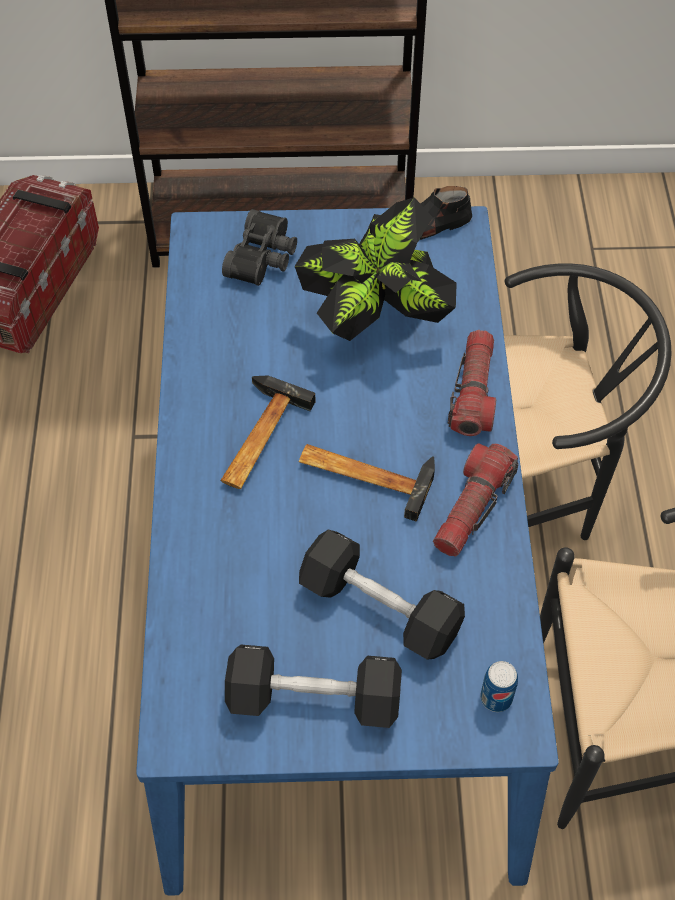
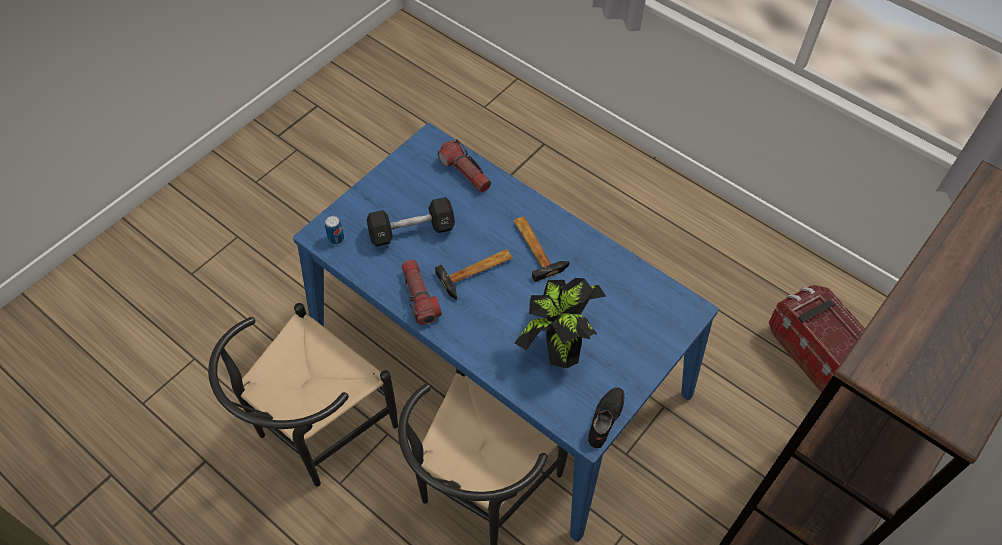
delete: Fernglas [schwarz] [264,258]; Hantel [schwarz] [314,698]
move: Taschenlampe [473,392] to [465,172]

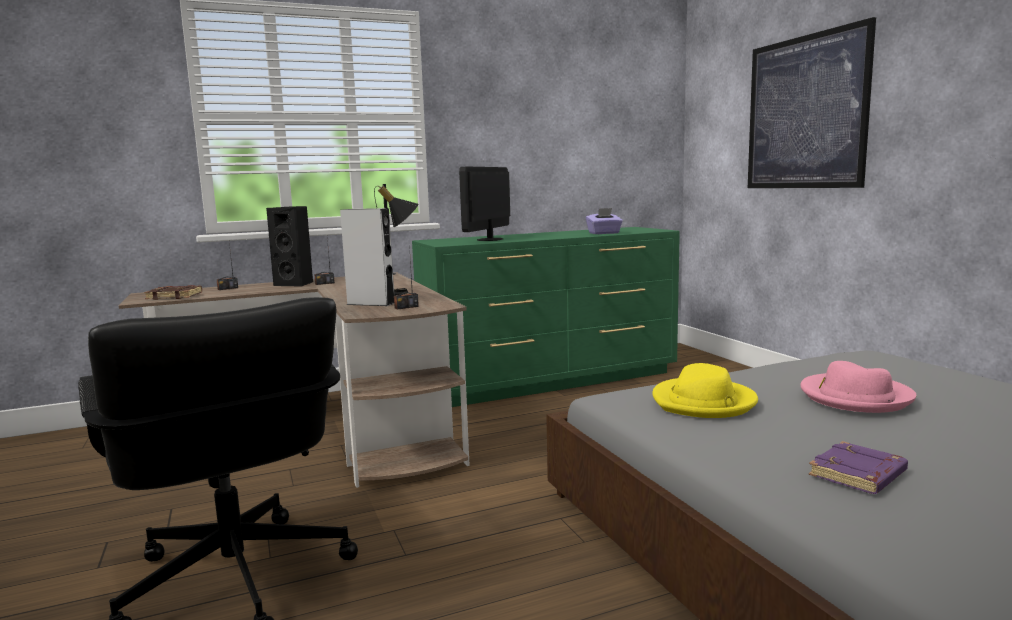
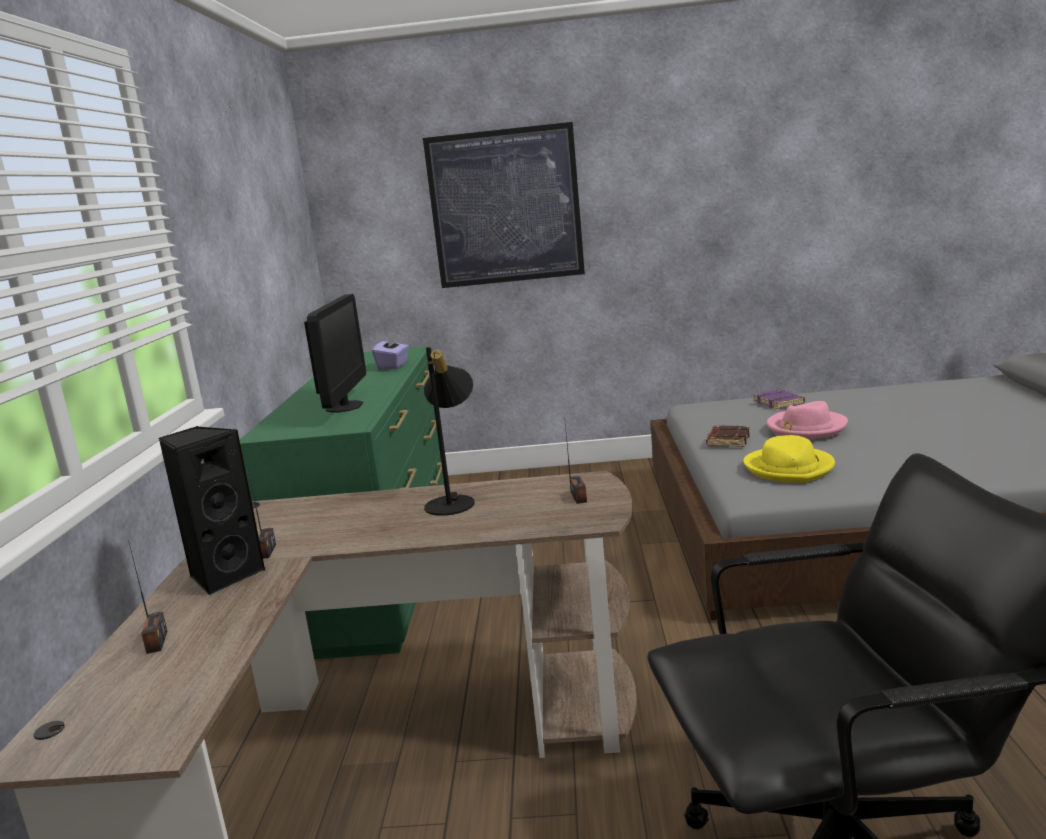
delete: Lautsprecher [grau] [371,303]
move: Buch [braun] [175,296] to [727,440]; Buch [lila] [858,475] to [779,403]
rotate: Monitor [490,239] = [344,406] 135 degrees counterclockwise

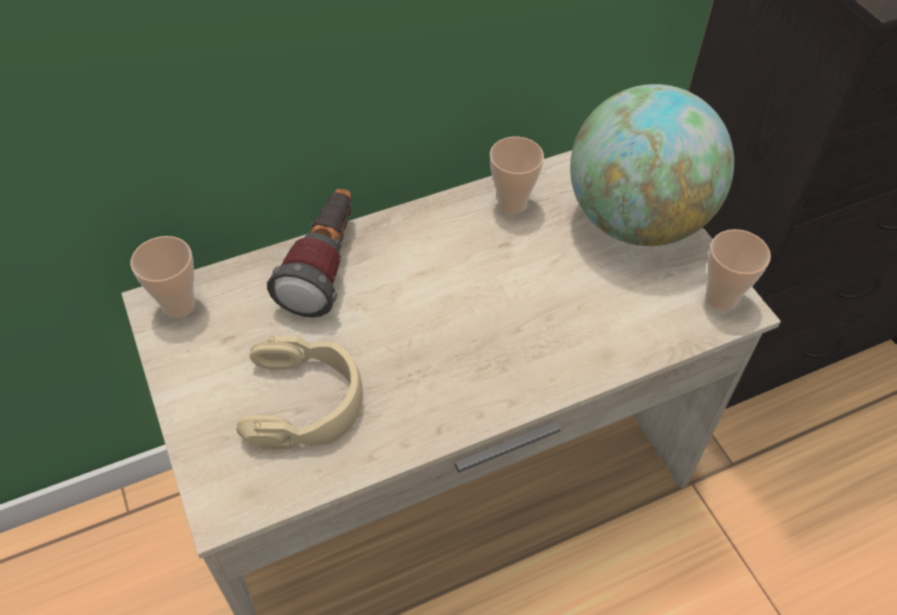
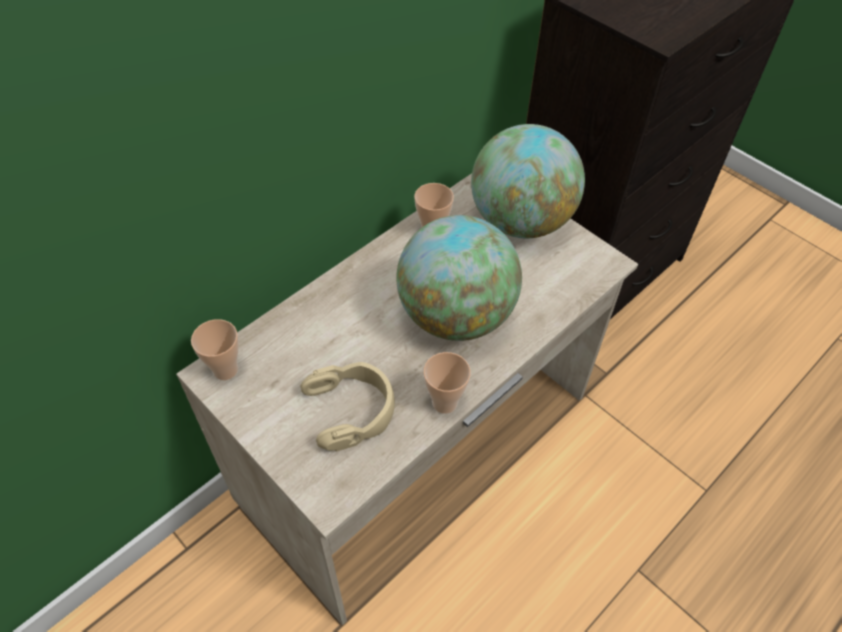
delete: Taschenlampe [325,266]
insert: Globus [455,315]
move: Tasse [721,297] to [444,402]

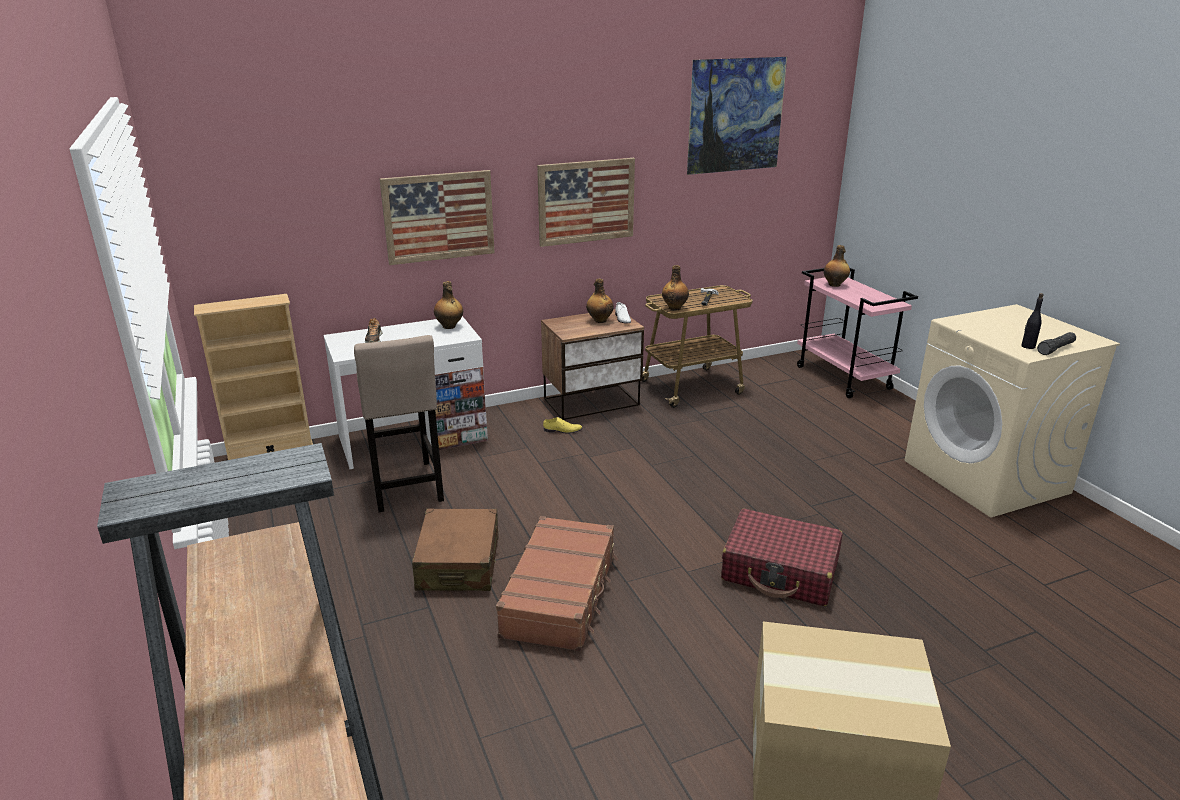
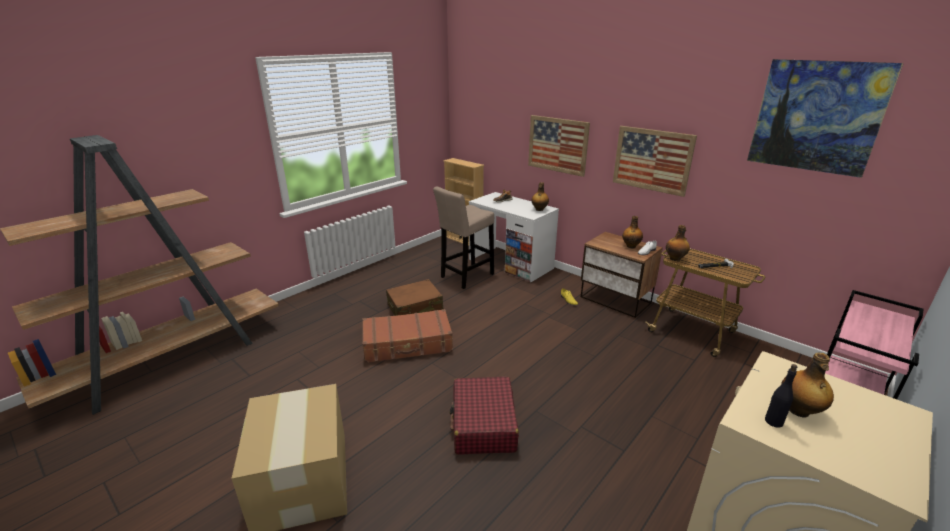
delete: Taschenlampe [schwarz] [1056,349]
move: Flasche [835,285] to [798,411]

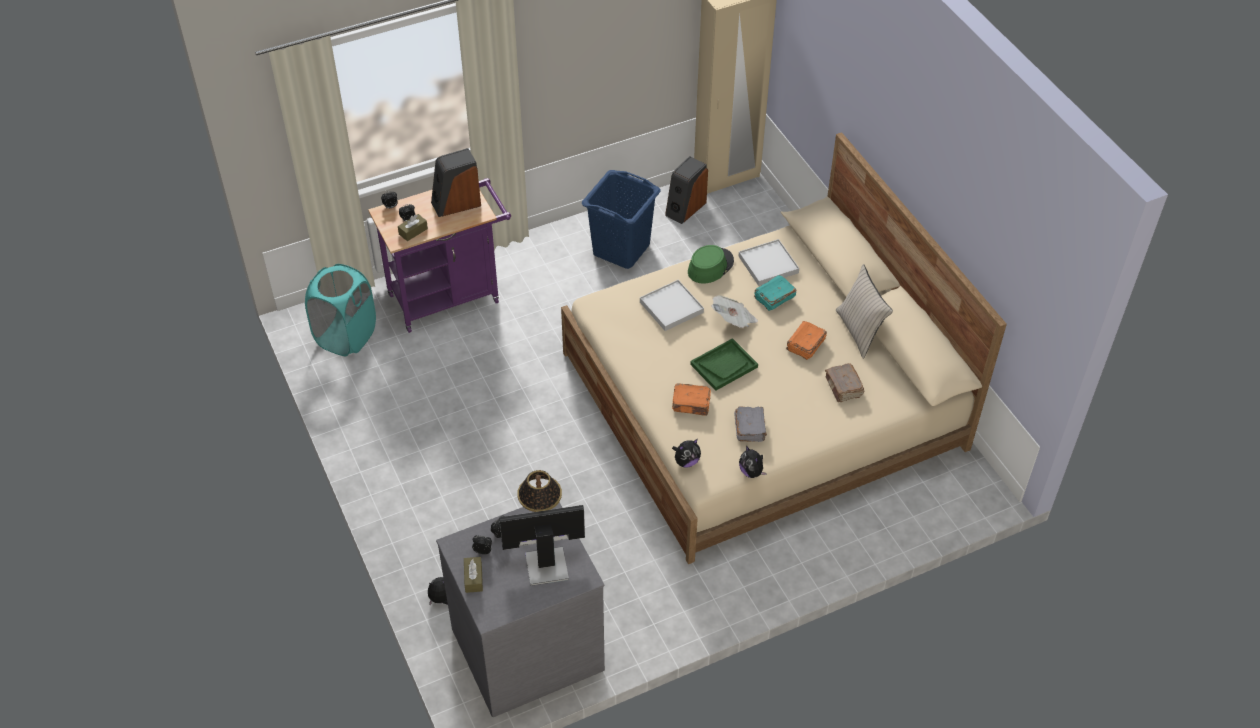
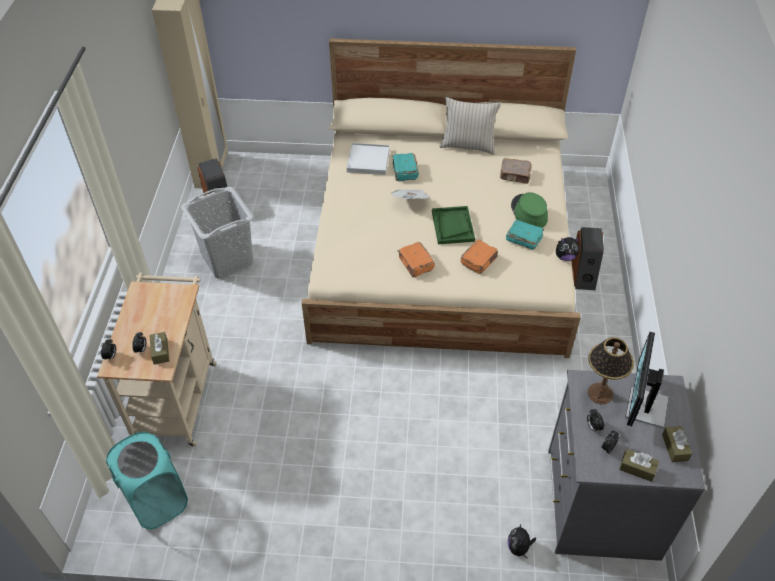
delete: Tablett [weiß] [671,307]; Plüschtier [686,461]
insert: Taschentuchbox [braun] [675,447]
move: Lautsprecher [456,203] to [584,275]; Hut [grün] [710,266] to [528,212]; Buch [orange] [805,345] to [416,264]
recolor: Rollwagen [lila] [450,295] to Rollwagen [beige] [177,395]; Wäschekorb [blau] [621,249] to Wäschekorb [grau] [228,259]; Buch [grau] [750,428] to Buch [türkis] [523,239]

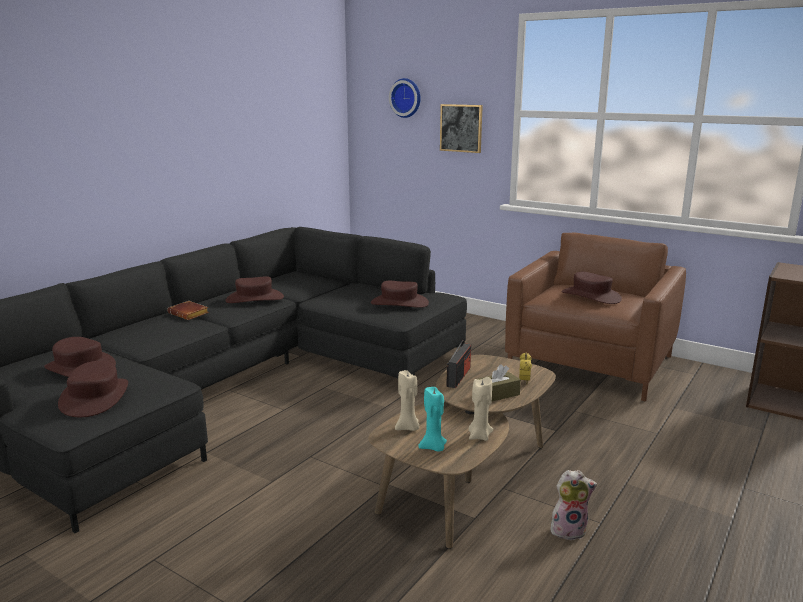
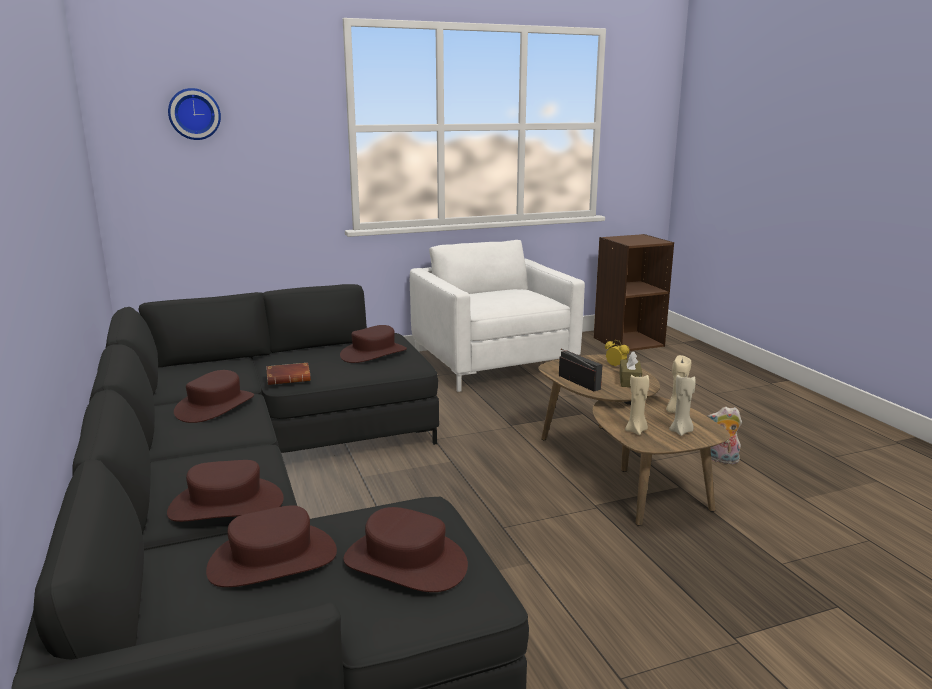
delete: Bild [461,128]
move: Buch [braun] [190,314] to [290,378]; Hut [braun] [591,296] to [226,504]
recolor: Kerze [türkis] [433,447] to Kerze [beige] [681,431]; Sessel [braun] [591,363] to Sessel [weiß] [493,363]
rotate: Plüschtier [569,530] = [722,460] 105 degrees counterclockwise

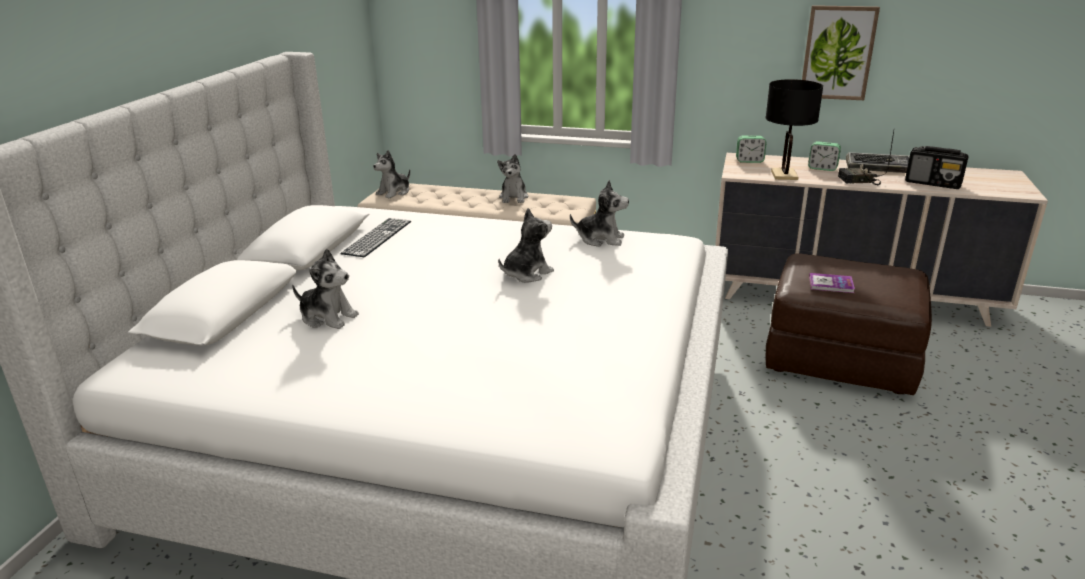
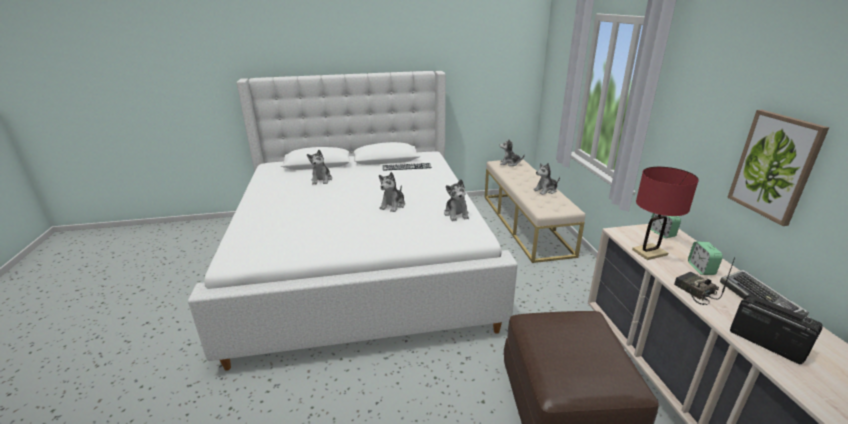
delete: Buch [831,284]
recolor: Tischlampe [schwarz] [784,175] to Tischlampe [rot] [649,252]
rotate: Plüschtier [526,273] = [393,205] 90 degrees clockwise; Radio [933,183] = [766,342] 135 degrees clockwise

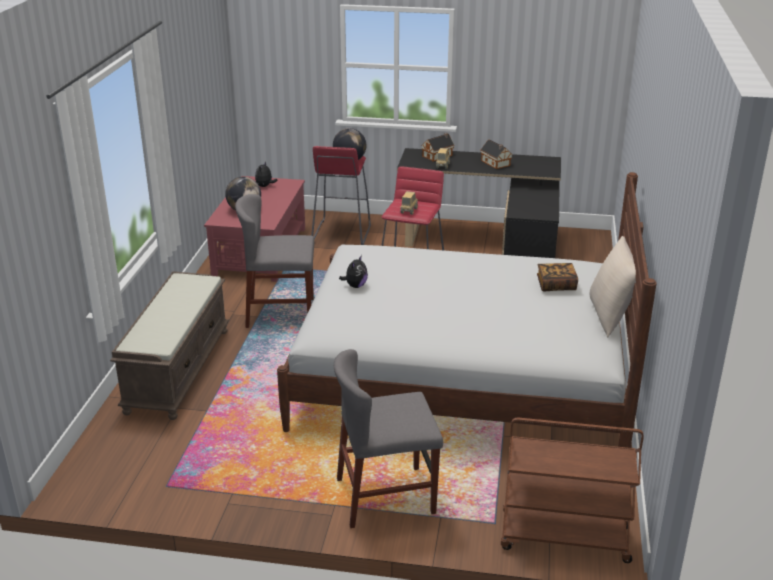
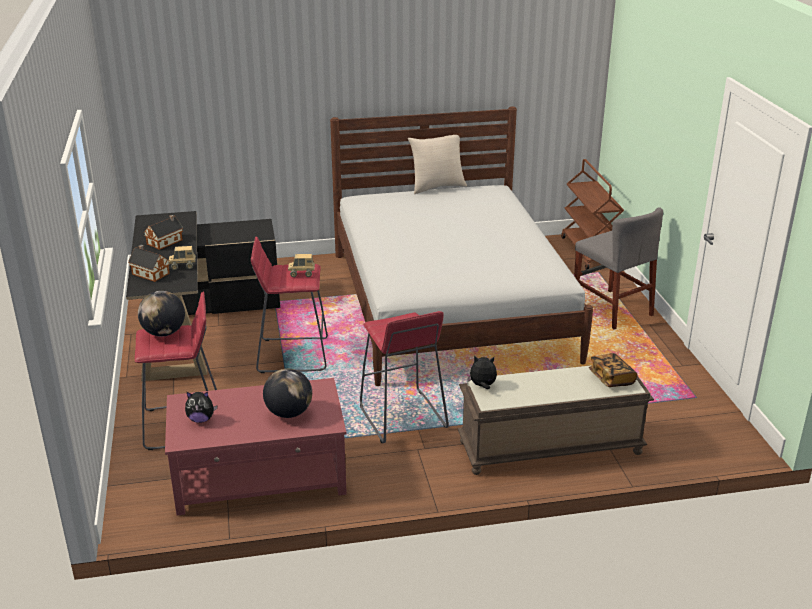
move: Plüschtier [355,286] to [482,386]; Buch [556,285] to [611,378]
replace: Stuhl [grau] [280,313] to Hocker [rot] [402,417]

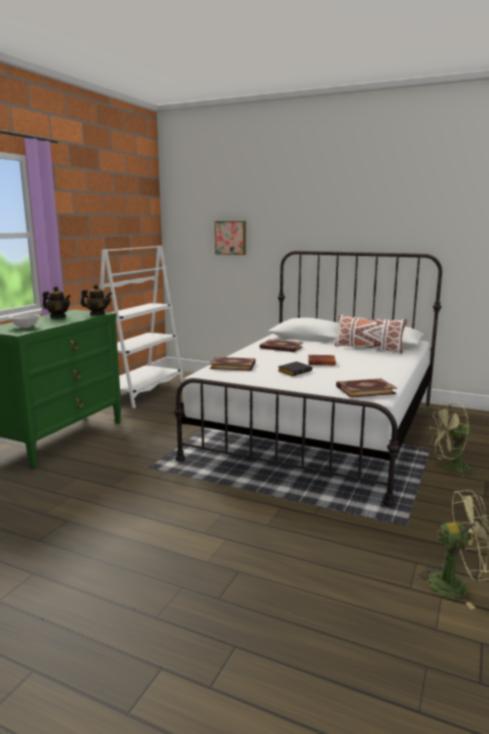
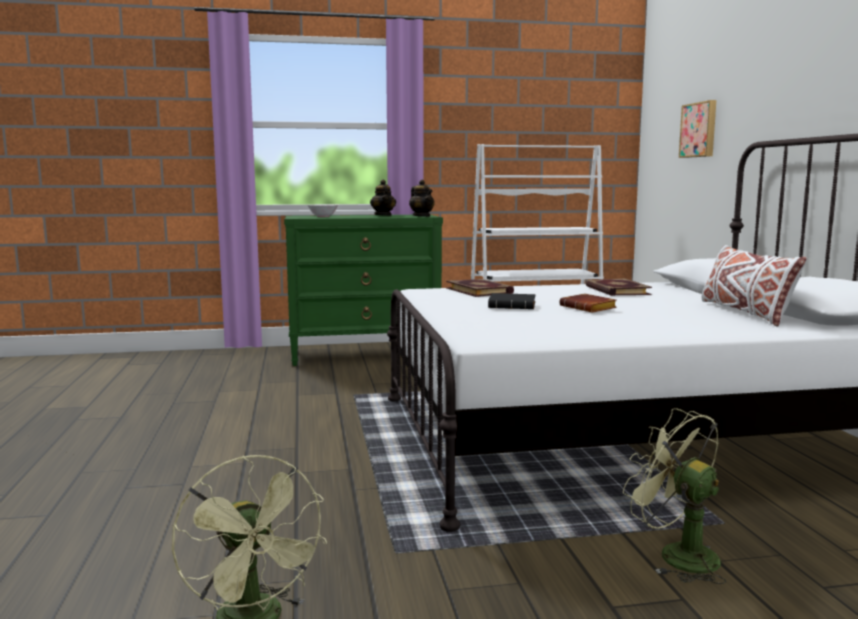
delete: Buch [365,390]

